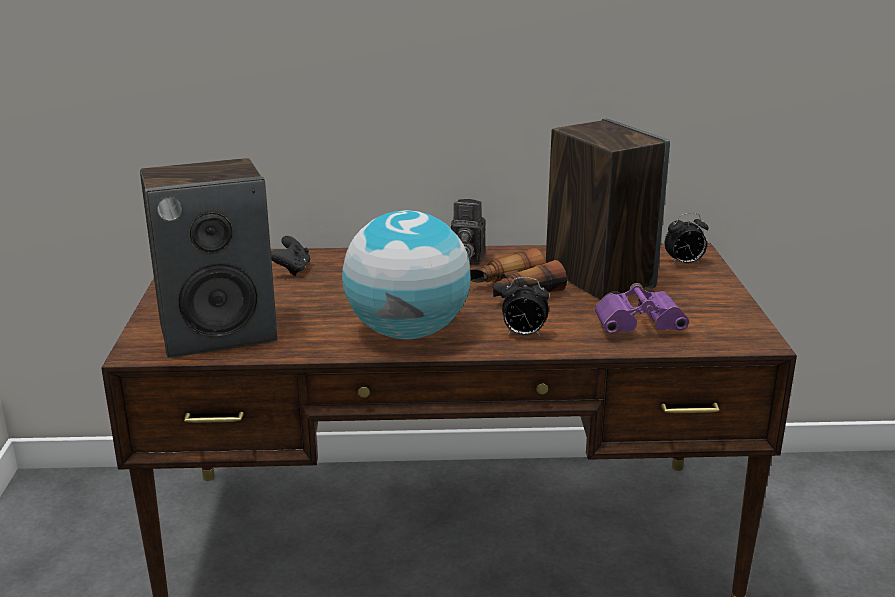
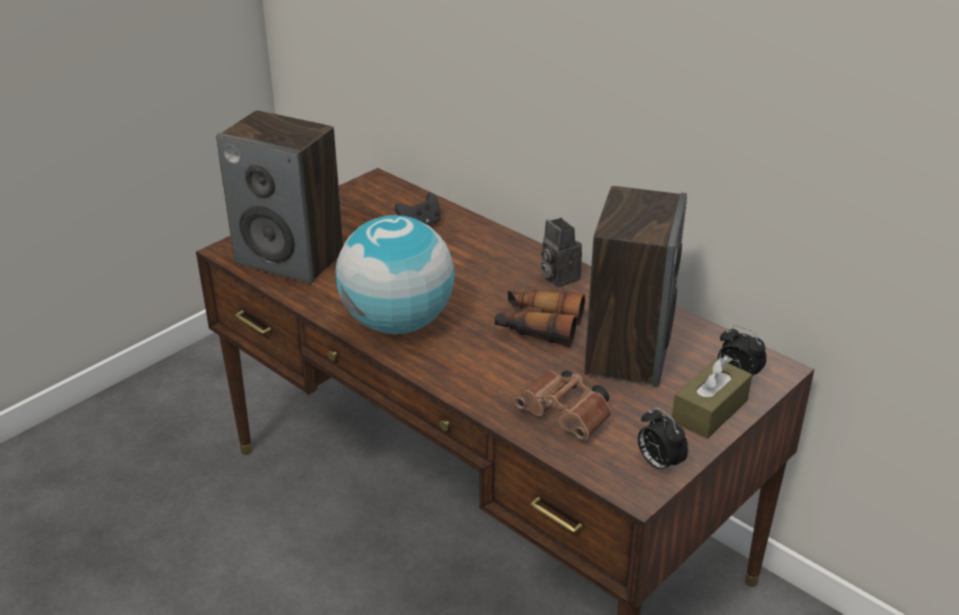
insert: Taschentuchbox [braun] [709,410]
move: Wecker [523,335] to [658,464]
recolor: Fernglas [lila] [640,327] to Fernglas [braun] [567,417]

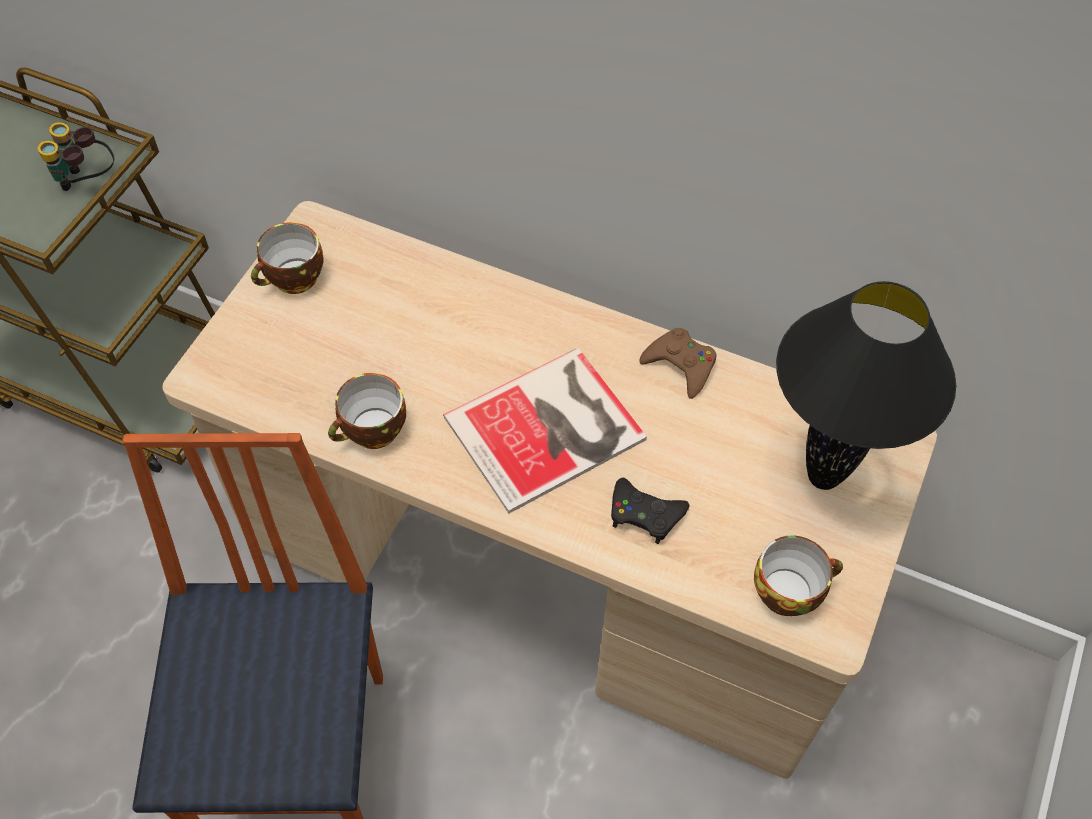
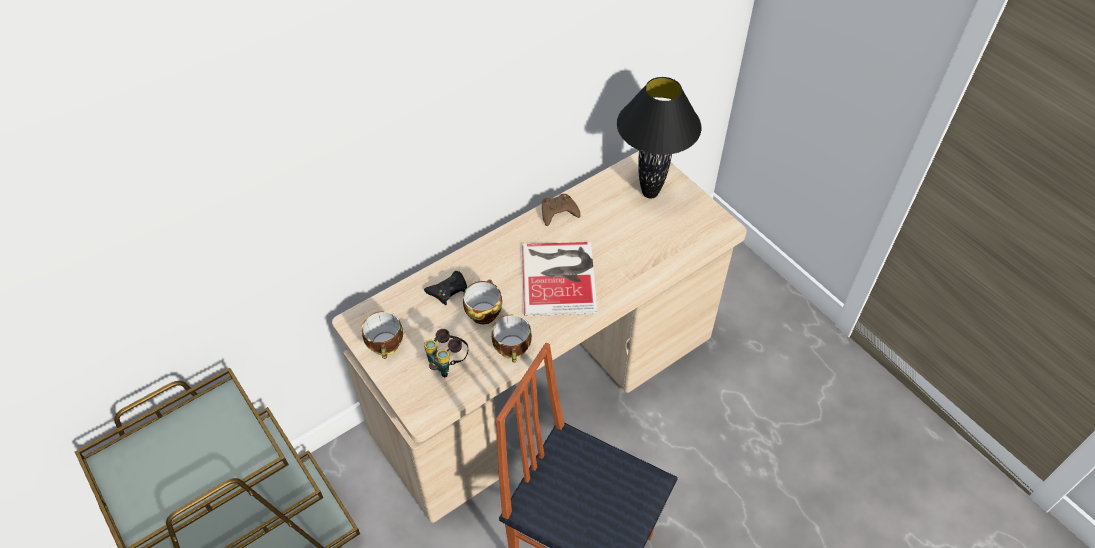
move: Fernglas [87,183] to [448,363]; Gamepad [schwarz] [645,514] to [448,290]; Tasse [789,590] to [483,311]

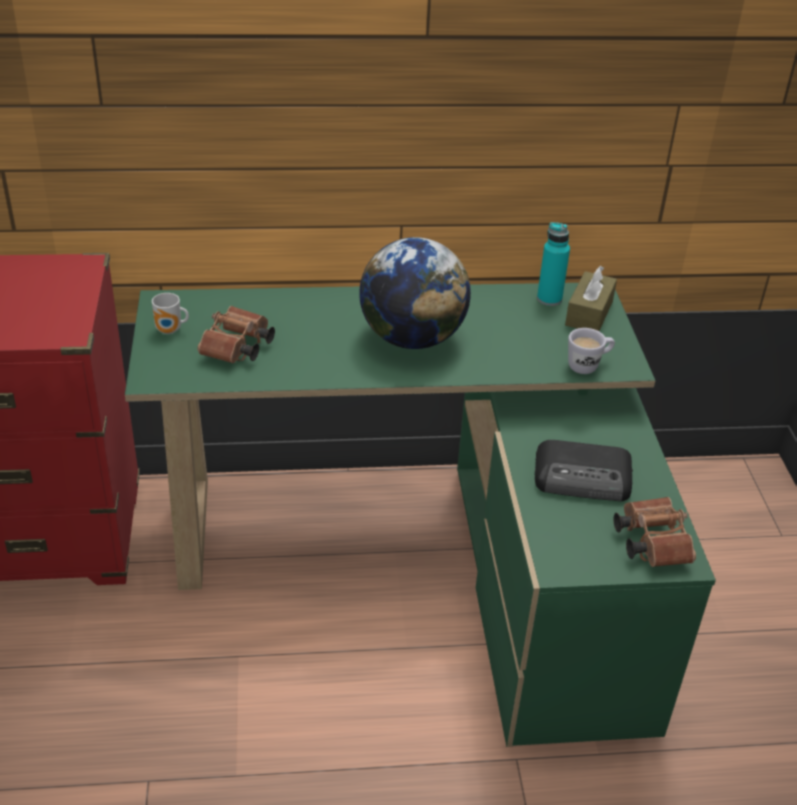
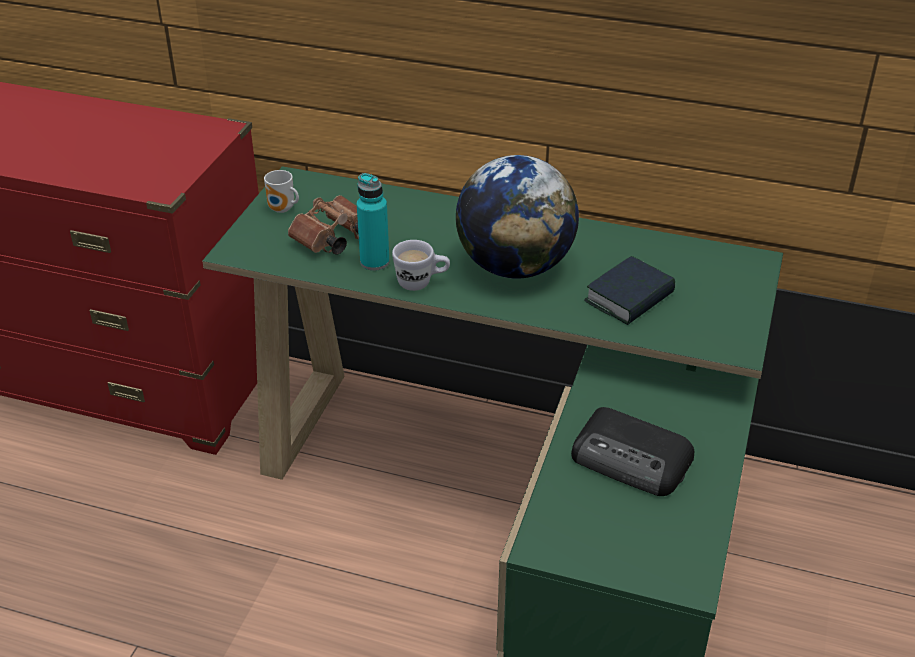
delete: Taschentuchbox [braun] [589,313]; Fernglas [braun] [650,541]
insert: Buch [629,298]
move: Flasche [türkis] [549,299] to [374,262]; Henkelbecher [weiß] [588,365] to [421,283]

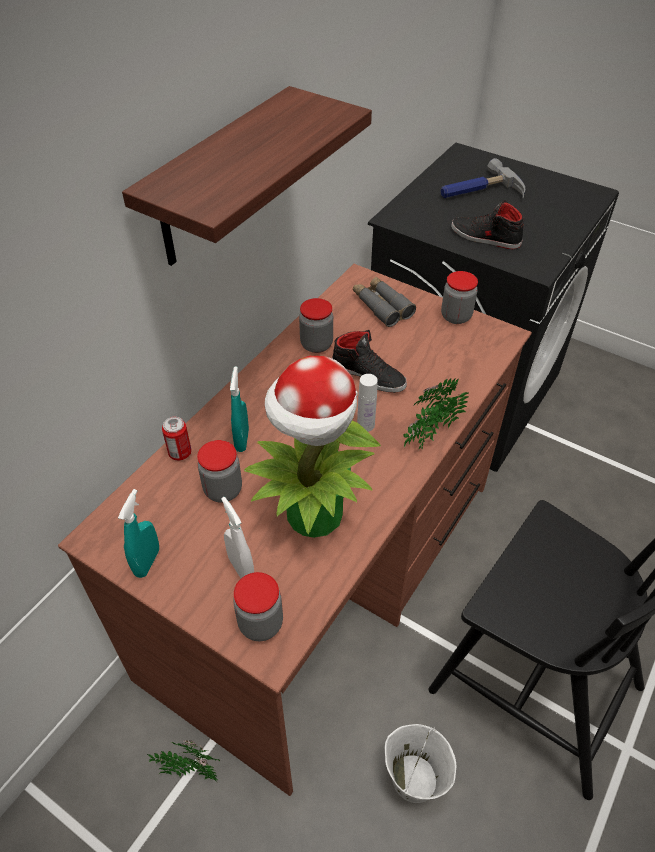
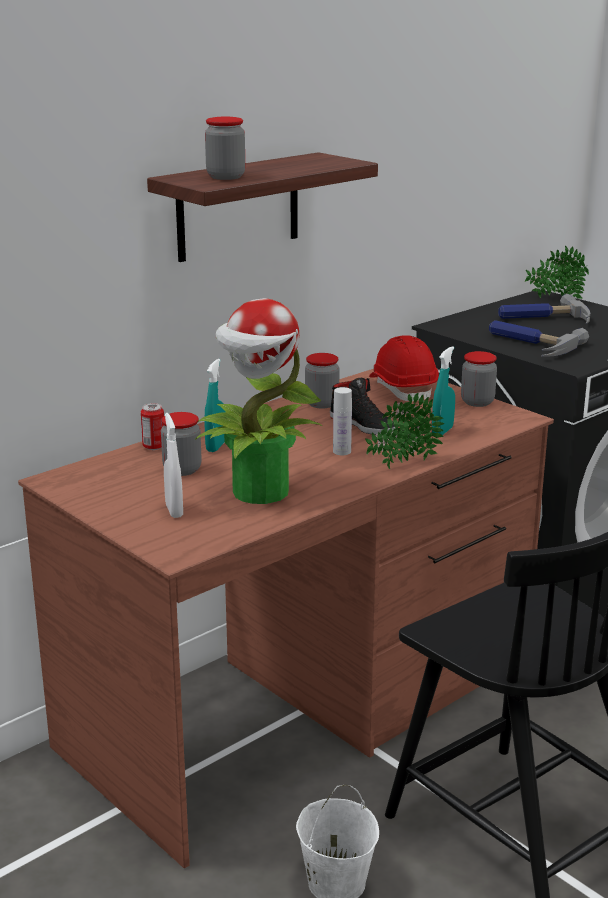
move: Sprühflasche [türkis] [147,562] to [442,431]; Topfpflanze [189,770] to [555,299]; Vorratsglas [261,623] to [226,177]
replace: Fernglas [grau] [382,306] to Schutzhelm [rot] [403,389]; Schuh [schwarz] [485,237] to Hammer [529,344]

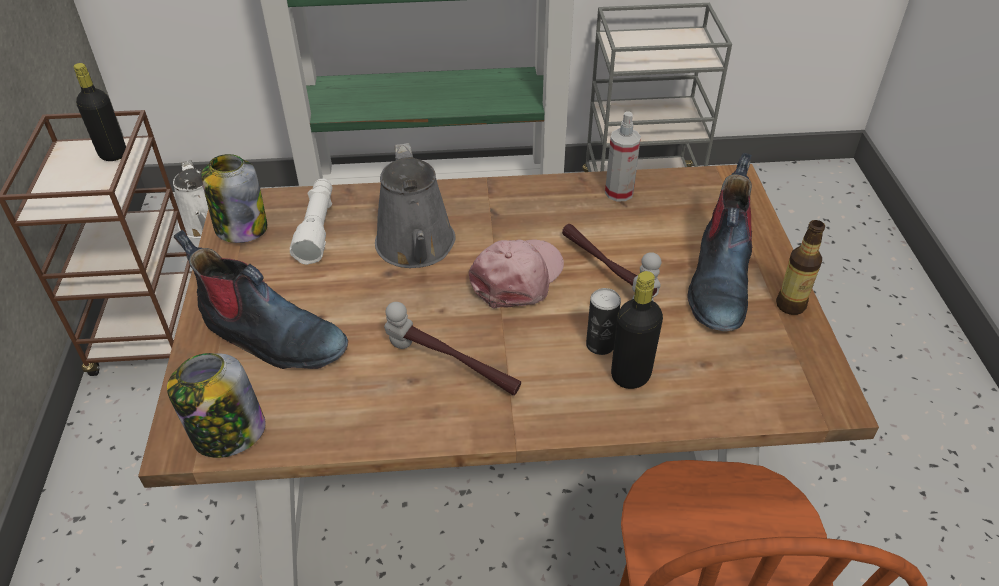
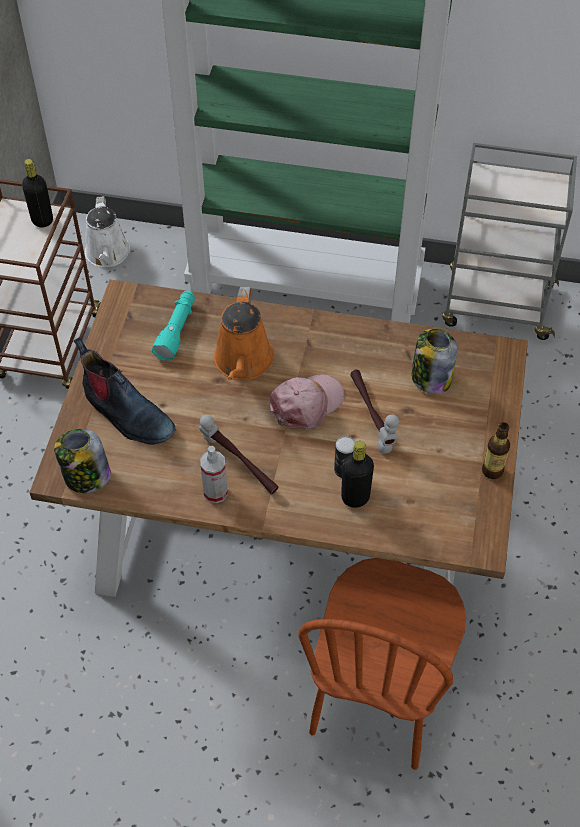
delete: Stiefel [719,280]
move: Vorratsglas [241,227] to [430,377]; Sprühflasche [619,192] to [215,492]
recolor: Taschenlampe [weiß] [317,228] to Taschenlampe [türkis] [177,330]; Gießkanne [grau] [416,247] to Gießkanne [orange] [243,362]

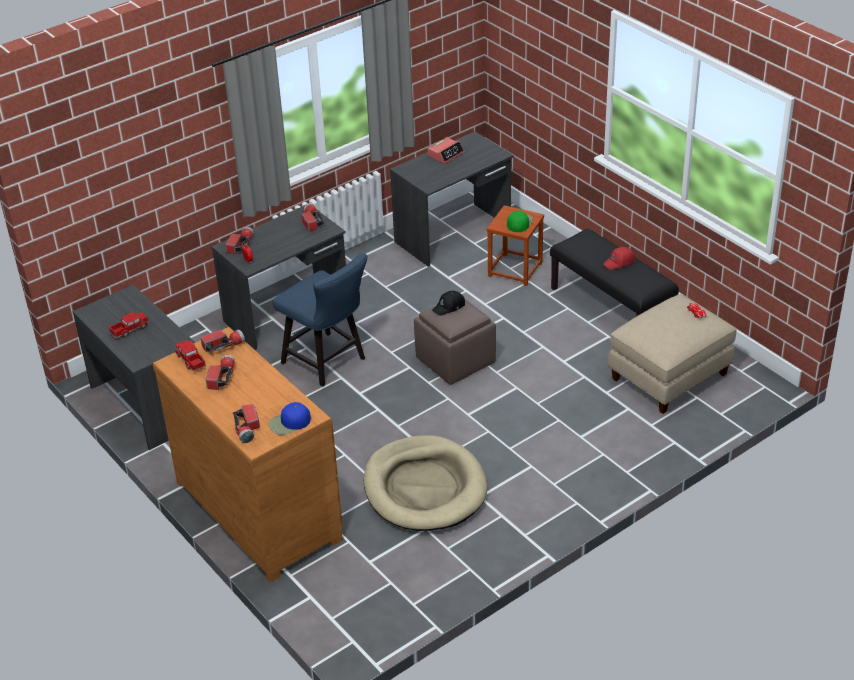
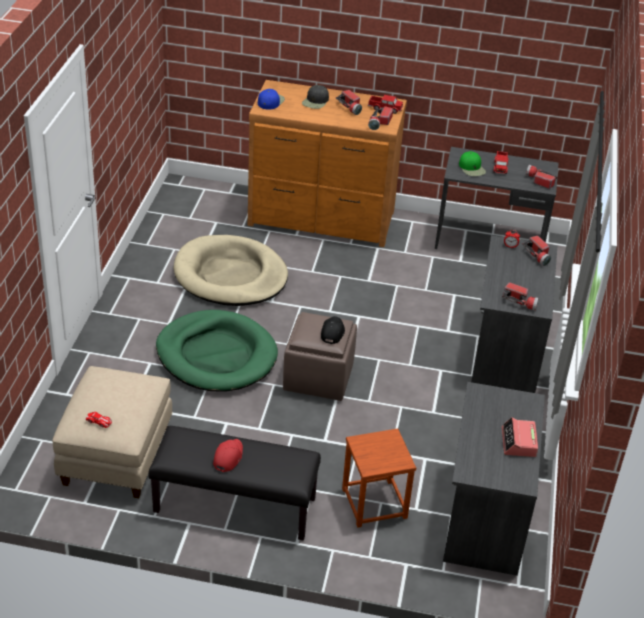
delete: Stuhl [blau] [328,362]
insert: Hundebett [grün] [216,355]; Kappe [schwarz] [315,101]
move: Taschenlampe [247,429] to [539,180]; Kappe [grün] [519,223] to [472,168]

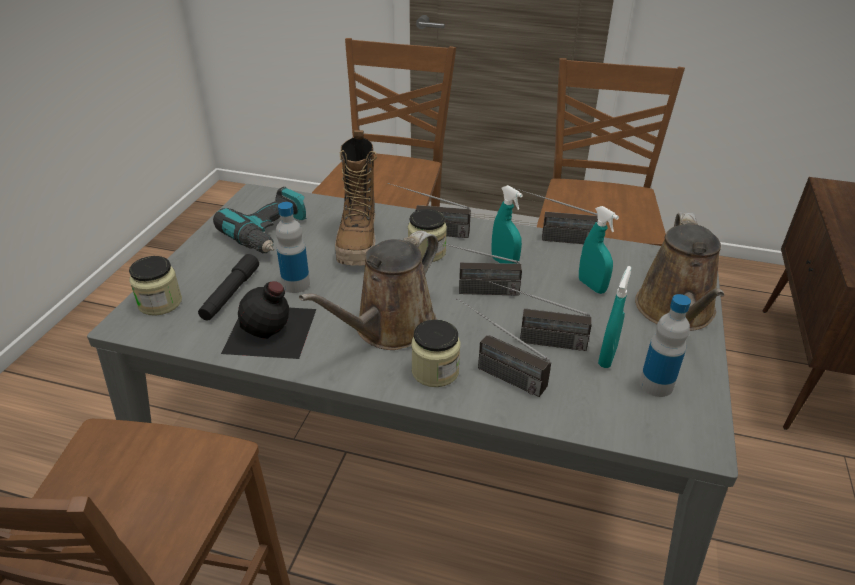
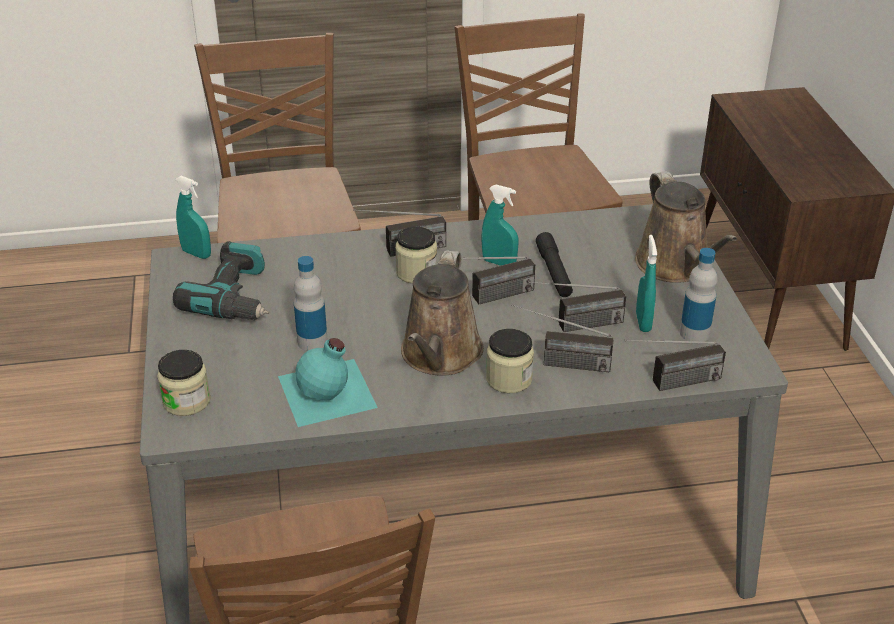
delete: Stiefel [358,243]
move: Taschenlampe [schwarz] [230,294] to [554,272]; Radio [554,239] to [670,384]; Sprühflasche [türkis] [592,286] to [196,254]
recolor: Flasche [schwarz] [271,331] to Flasche [türkis] [328,392]

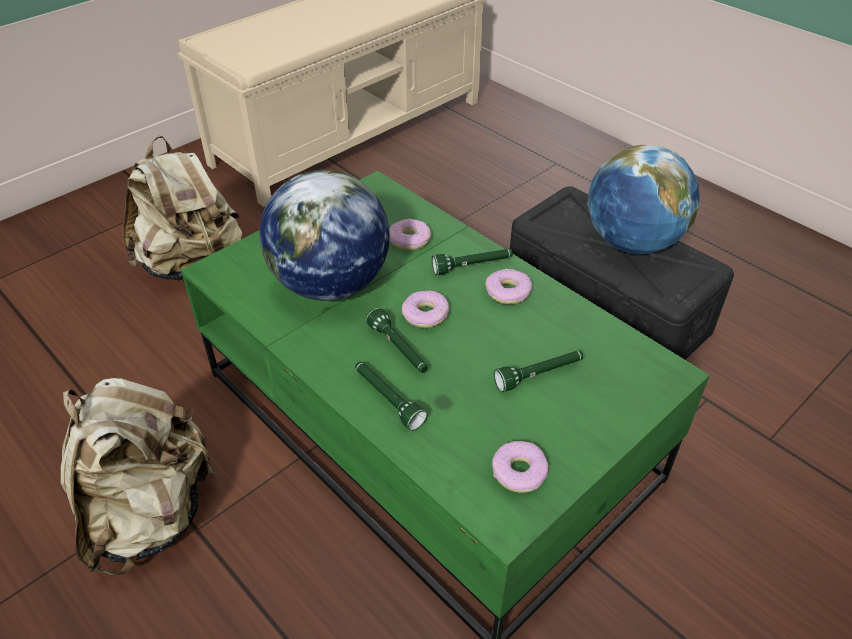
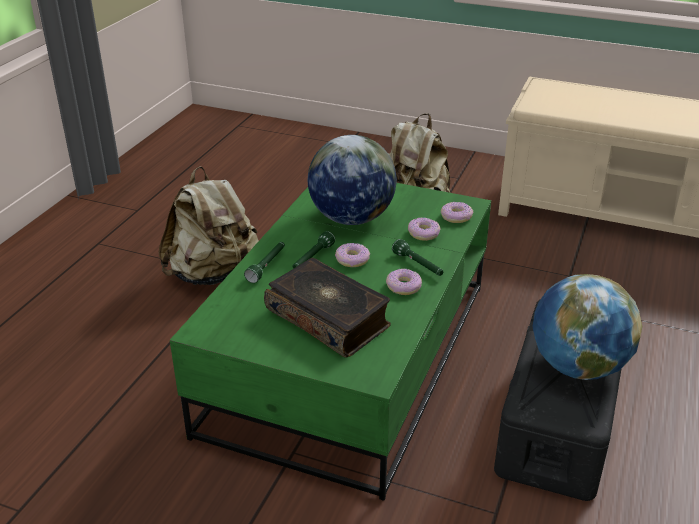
move: Donut [518,472] to [456,217]
replace: Taschenlampe [grün] [539,375] to Buch [329,318]

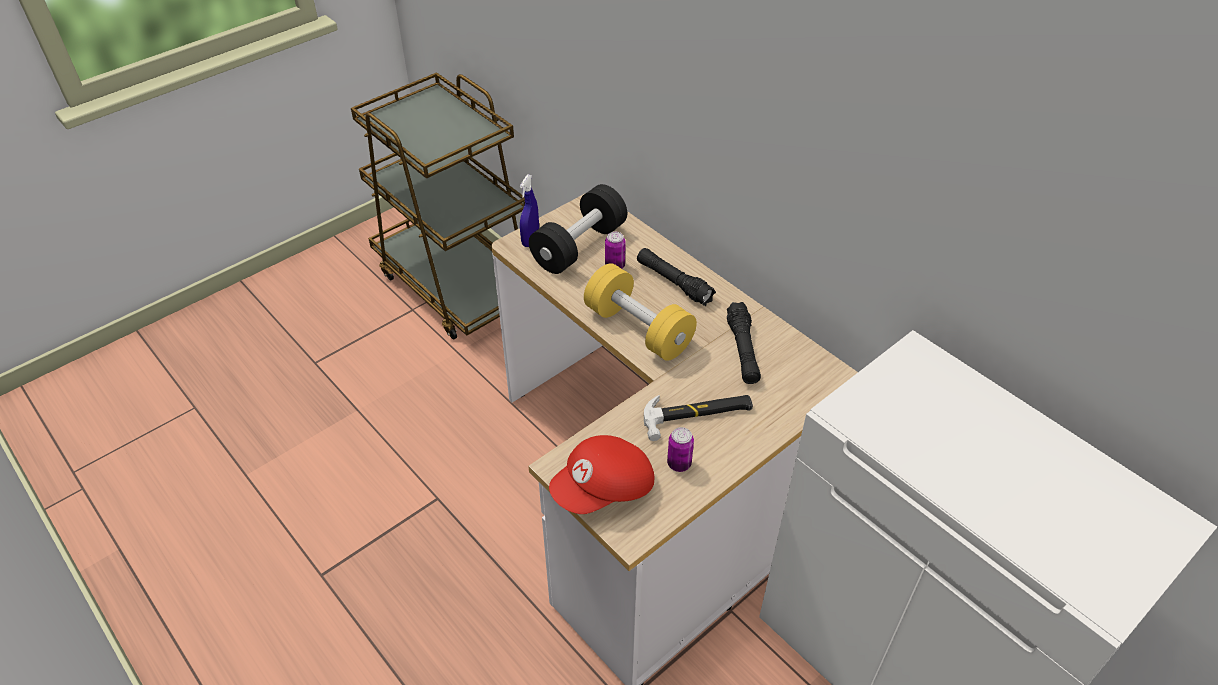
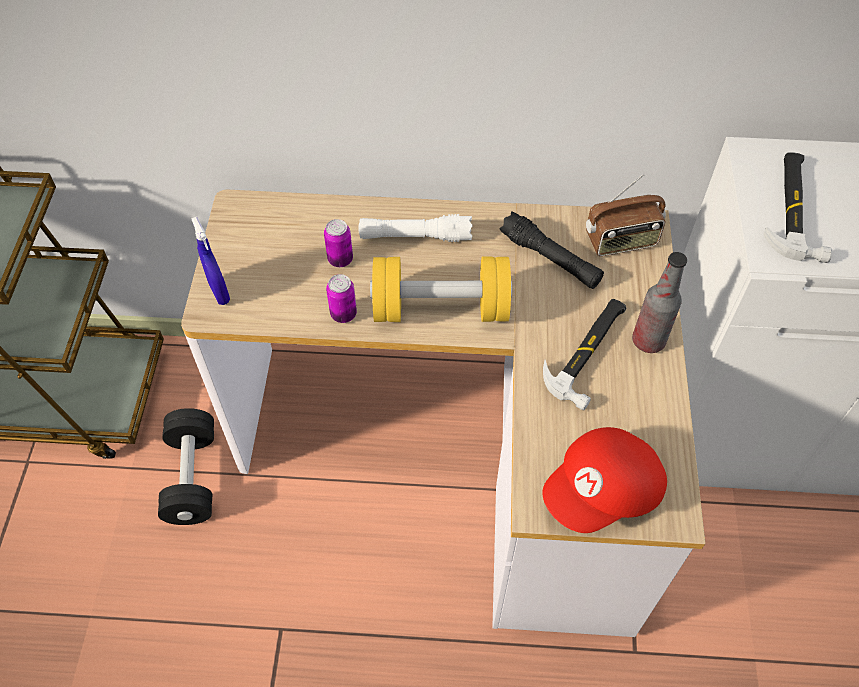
insert: Radio [621,242]; Flasche [648,341]; Hammer [794,209]
move: Hantel [schwarz] [579,246] to [192,477]; Dose [679,464] to [343,314]
recolor: Taschenlampe [schwarz] [674,283] to Taschenlampe [weiß] [415,236]
rotate: Kappe [rot] [604,489] = [603,492] 45 degrees clockwise

